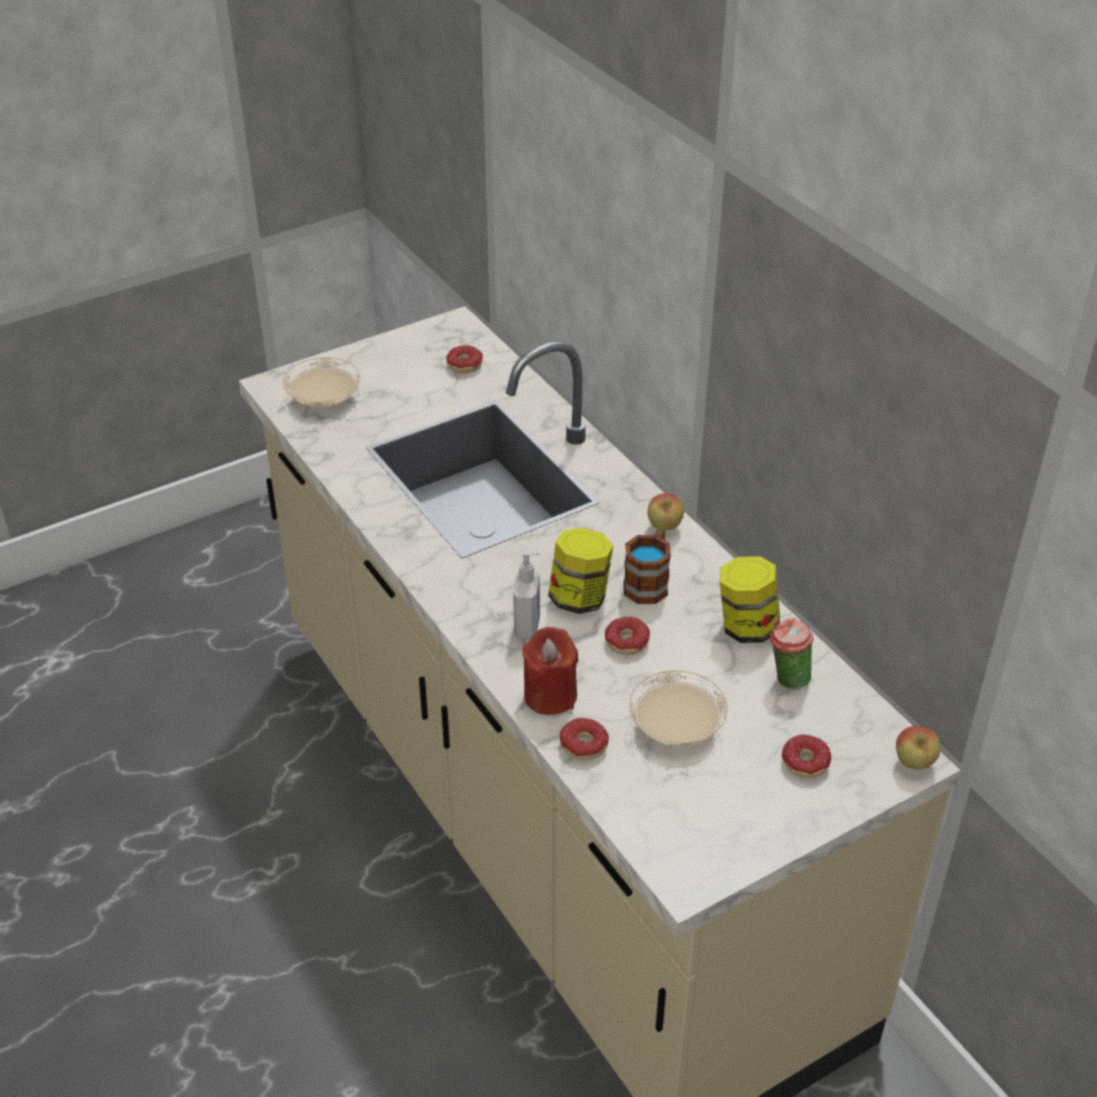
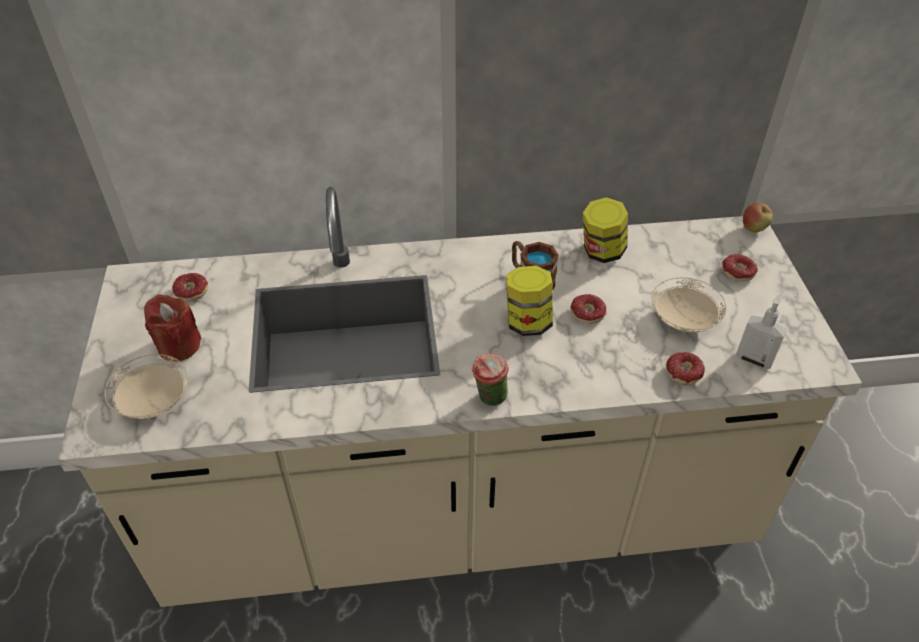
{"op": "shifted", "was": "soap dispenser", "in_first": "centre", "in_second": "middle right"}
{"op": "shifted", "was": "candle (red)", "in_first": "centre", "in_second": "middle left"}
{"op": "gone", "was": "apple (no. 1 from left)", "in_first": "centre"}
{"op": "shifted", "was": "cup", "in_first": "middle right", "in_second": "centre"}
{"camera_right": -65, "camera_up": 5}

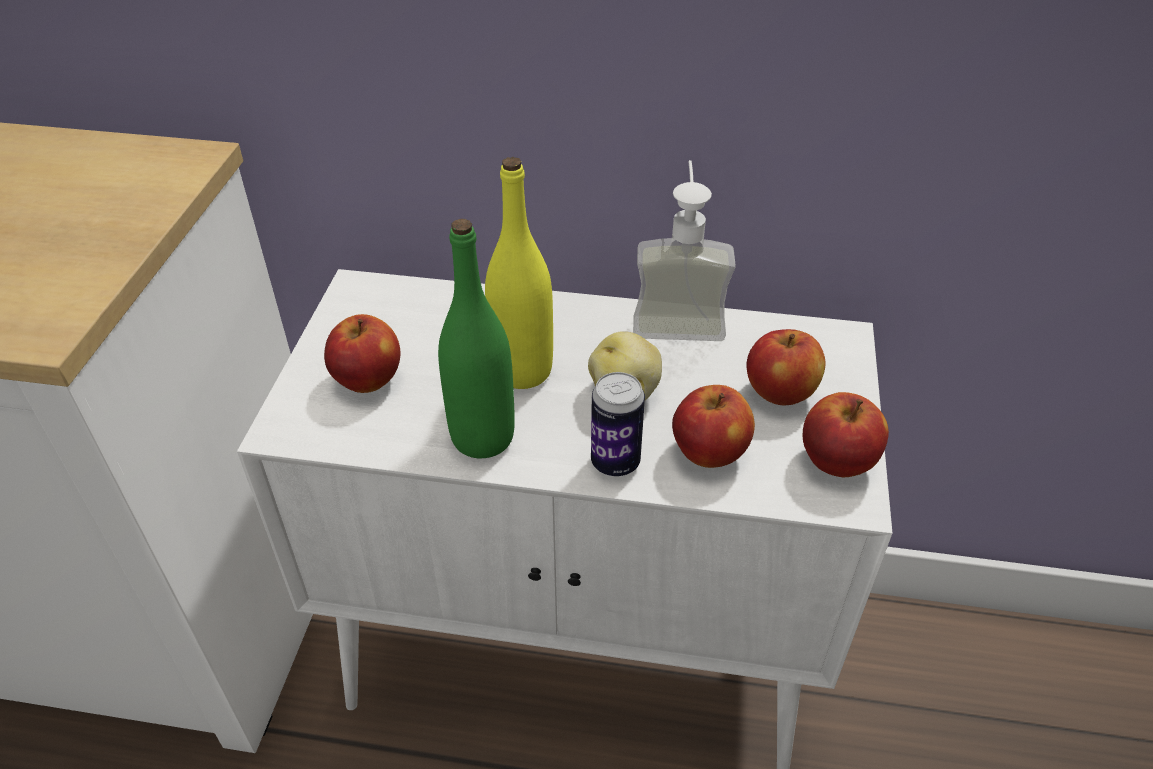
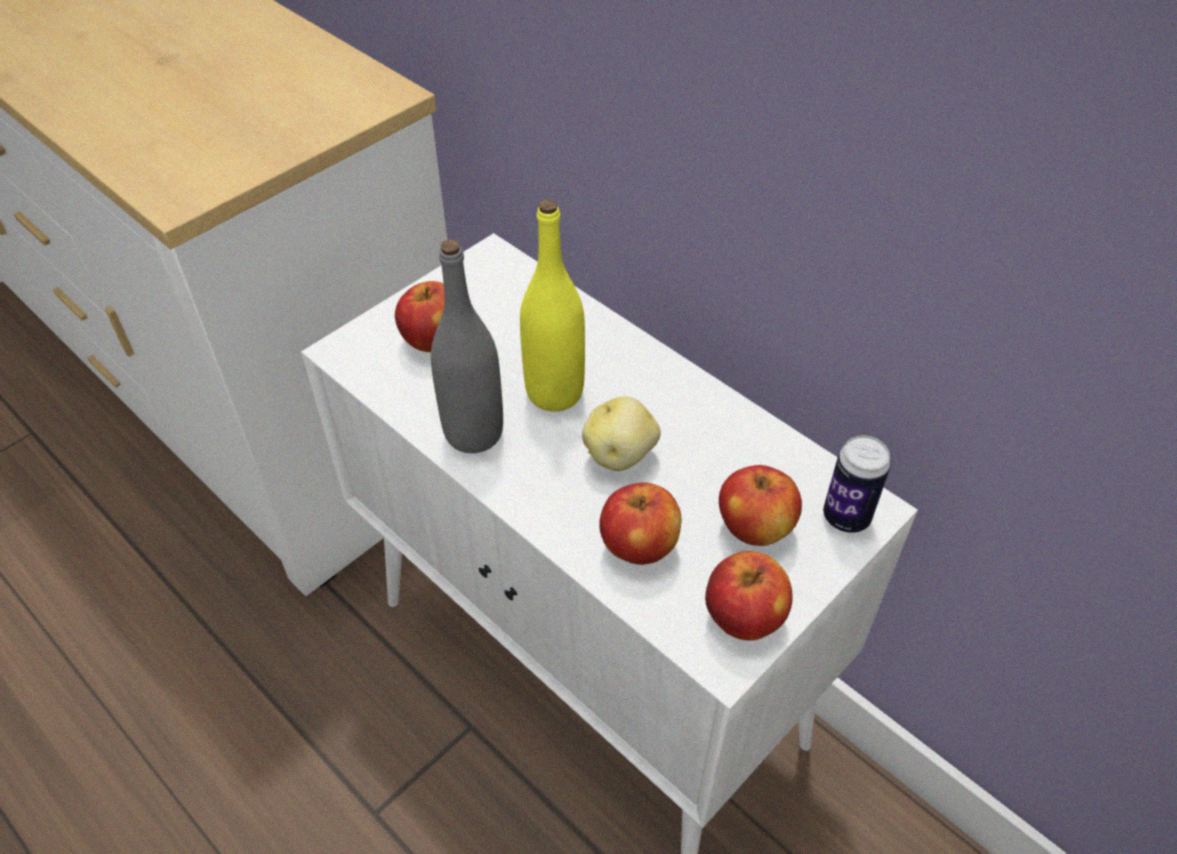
{"op": "repainted", "was": "bottle (green)", "now": "bottle (grey)", "in_first": "centre", "in_second": "centre"}
{"op": "shifted", "was": "can", "in_first": "centre", "in_second": "middle right"}
{"op": "gone", "was": "soap dispenser", "in_first": "top centre"}
{"camera_right": 35, "camera_up": 5}

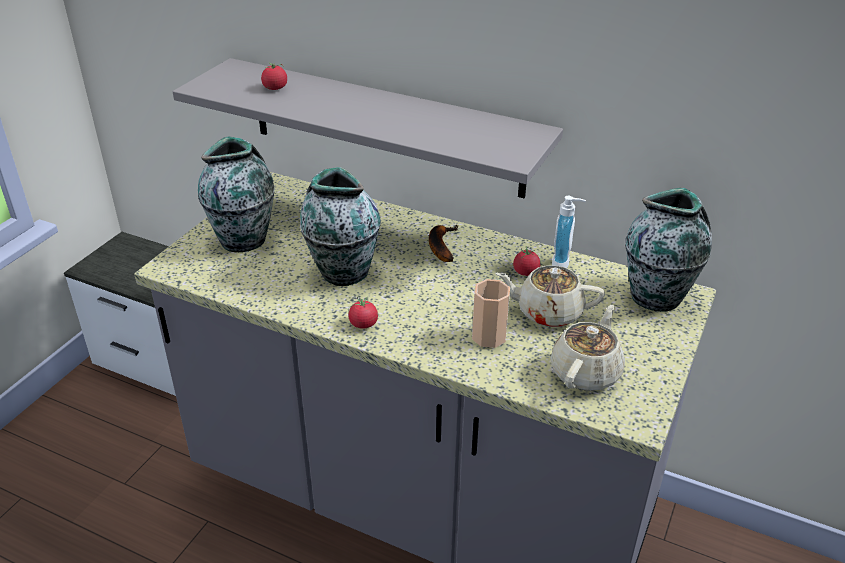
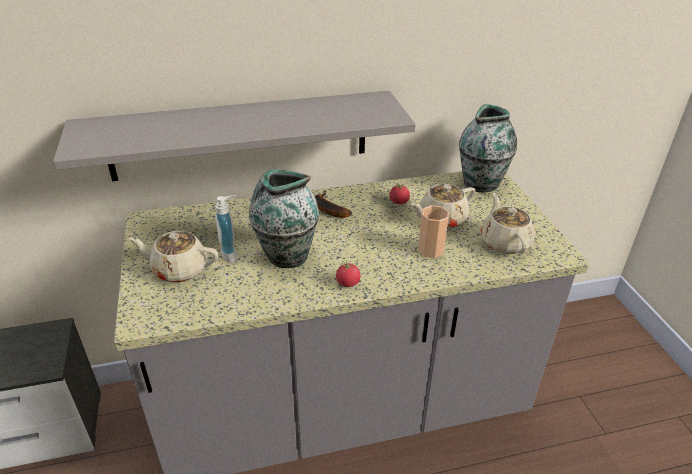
{"op": "swapped", "was": "vase (no. 1 from left)", "now": "teapot (beige) (no. 1 from left)", "in_first": "middle left", "in_second": "middle left"}
{"op": "gone", "was": "tomato (no. 1 from left)", "in_first": "top left"}
{"op": "shifted", "was": "soap dispenser", "in_first": "middle right", "in_second": "middle left"}
{"camera_right": -40, "camera_up": 0}

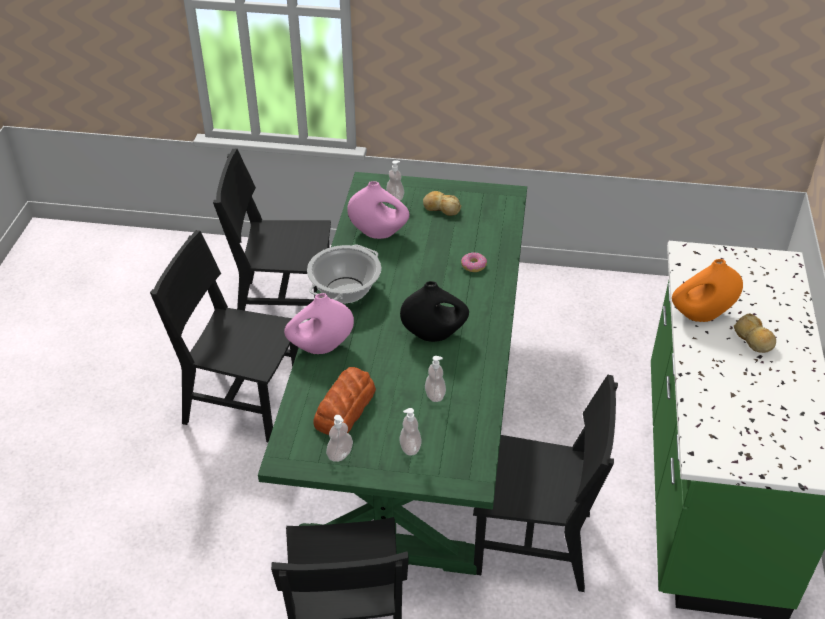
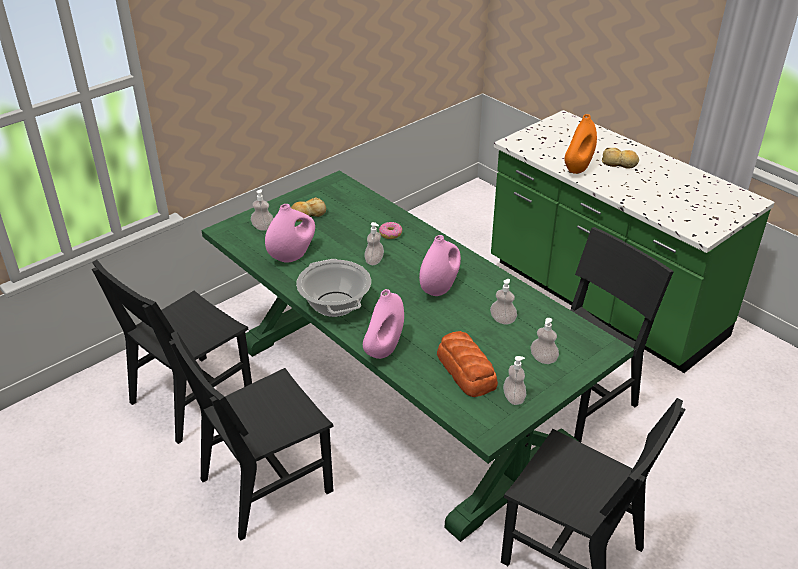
{"op": "repainted", "was": "vase (black)", "now": "vase (pink) (no. 3 from left)", "in_first": "centre", "in_second": "centre"}
{"op": "new", "now": "soap dispenser (no. 2 from left)", "in_second": "centre"}
{"camera_right": -50, "camera_up": -5}

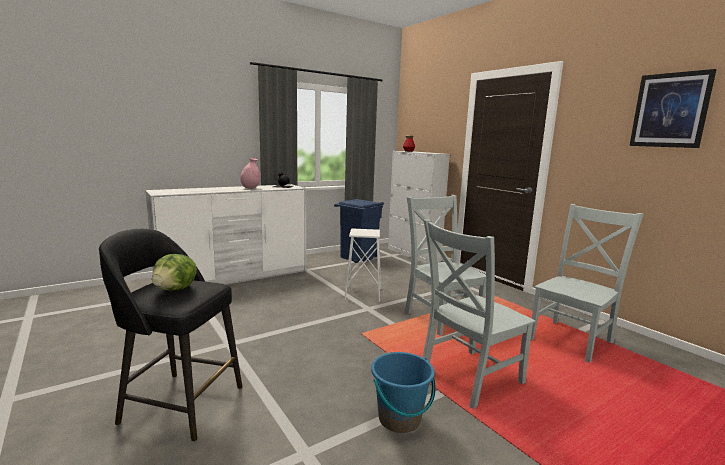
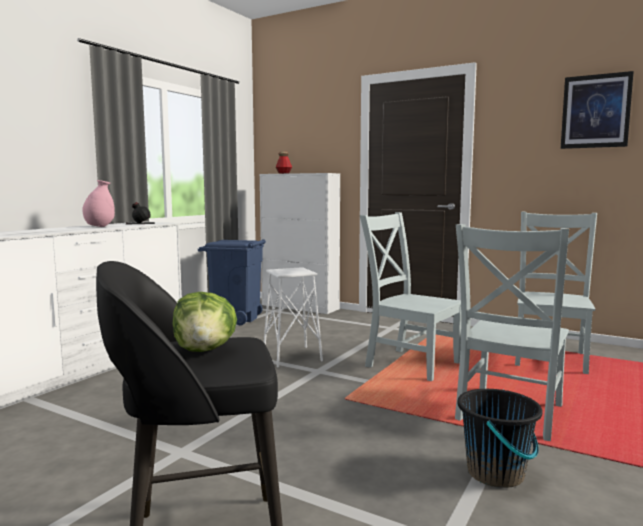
{"op": "repainted", "was": "bucket (blue)", "now": "bucket (black)", "in_first": "bottom centre", "in_second": "bottom right"}
{"camera_right": -25, "camera_up": -5}

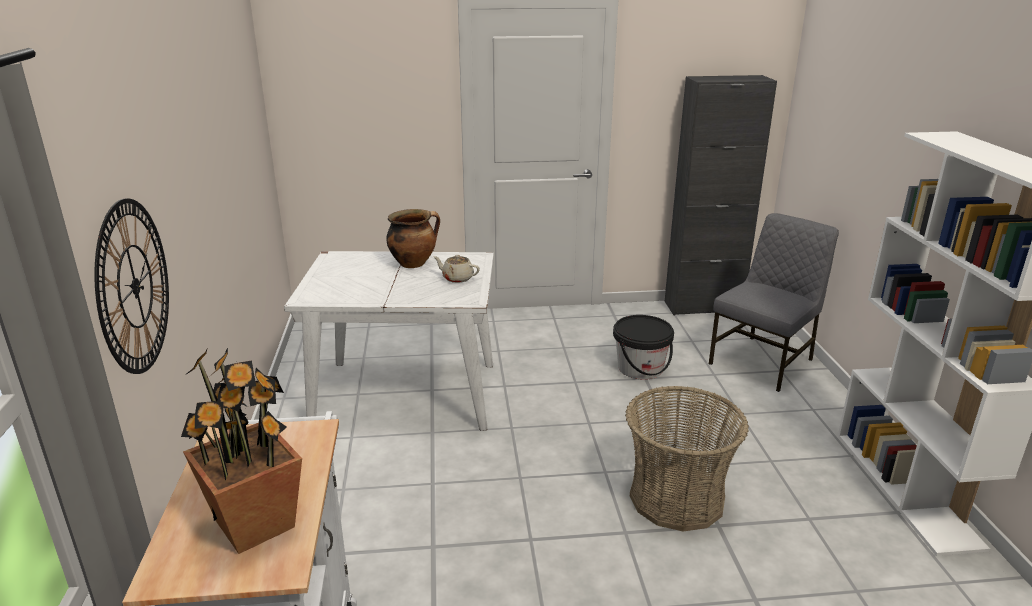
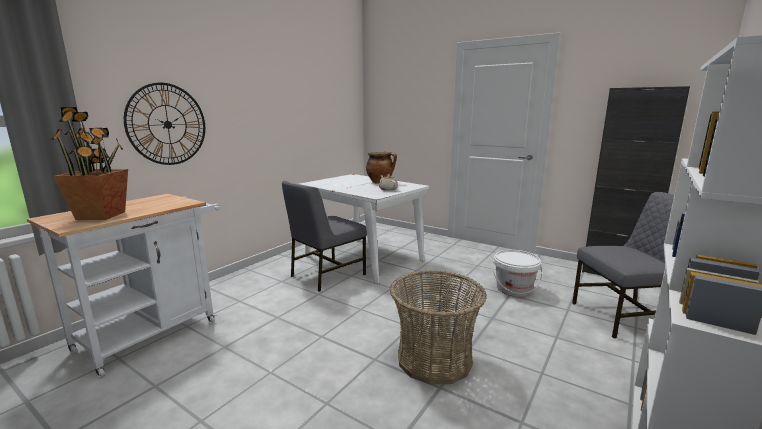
{"op": "repainted", "was": "bucket (black)", "now": "bucket (white)", "in_first": "centre", "in_second": "middle right"}
{"op": "new", "now": "chair (grey) (no. 1 from left)", "in_second": "centre"}
{"camera_right": 40, "camera_up": -10}

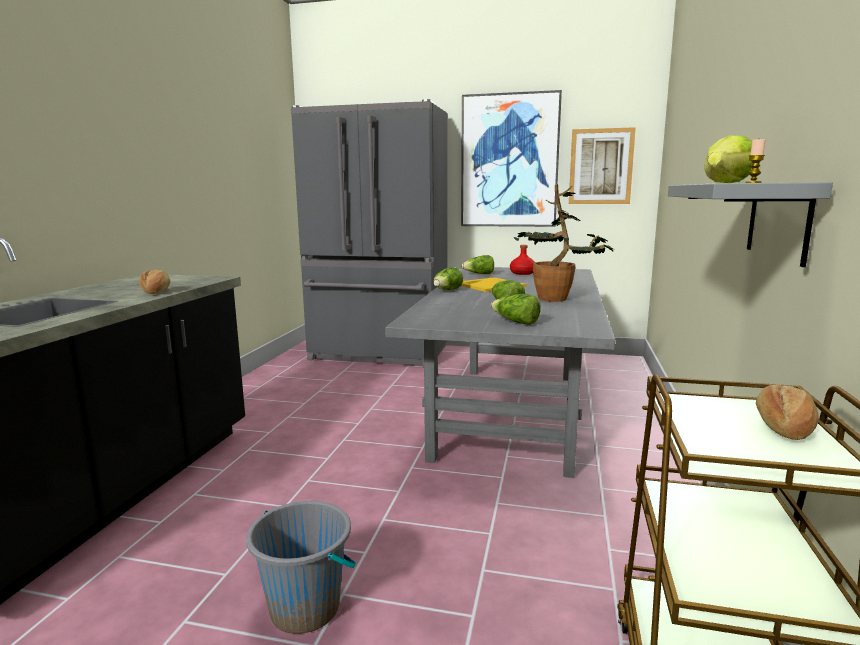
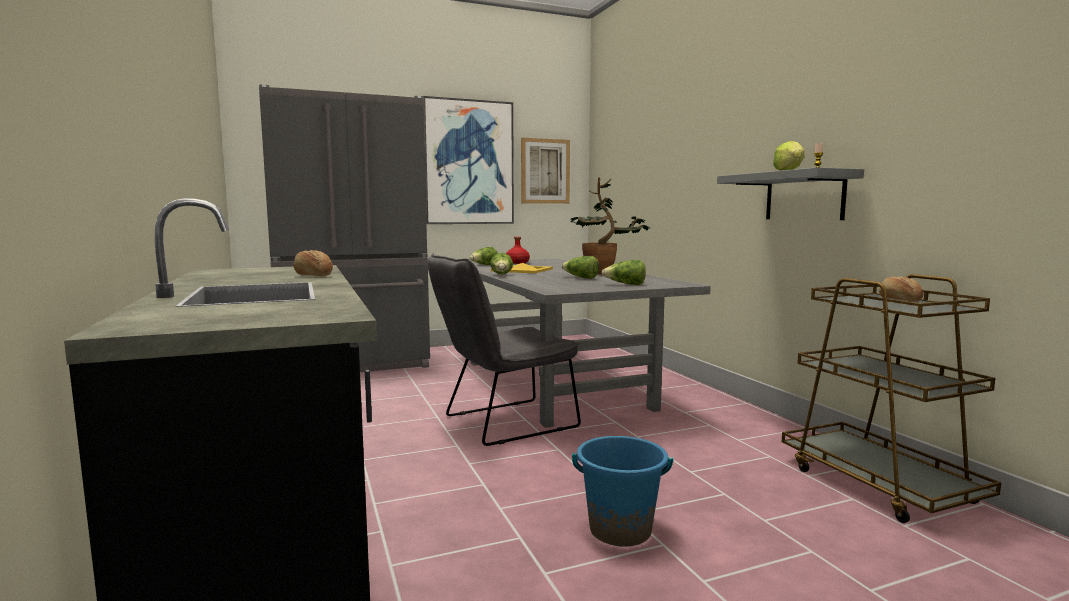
{"op": "repainted", "was": "bucket (grey)", "now": "bucket (blue)", "in_first": "bottom centre", "in_second": "bottom centre"}
{"op": "new", "now": "chair (grey)", "in_second": "centre"}
{"camera_right": -35, "camera_up": -5}

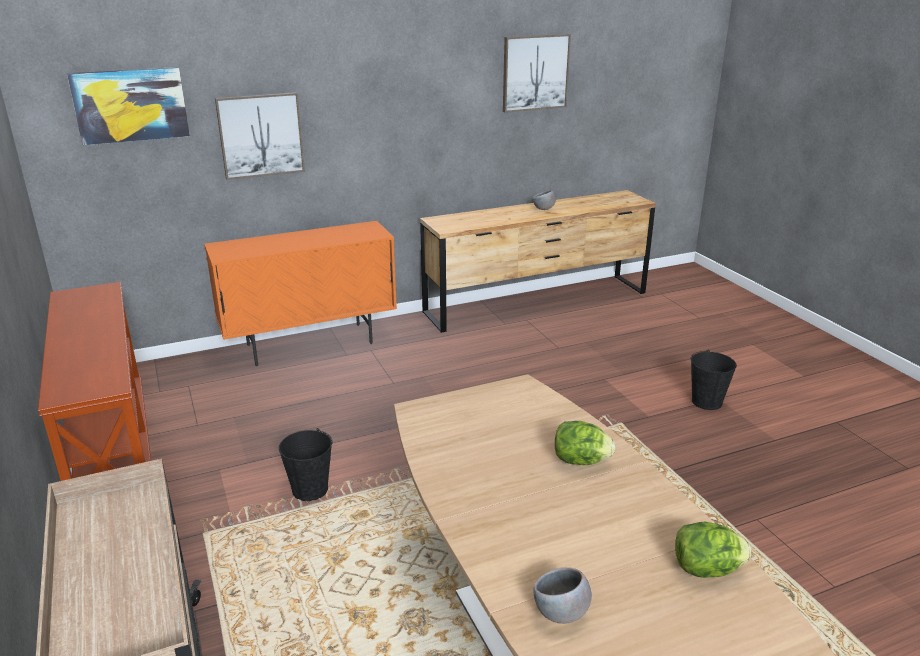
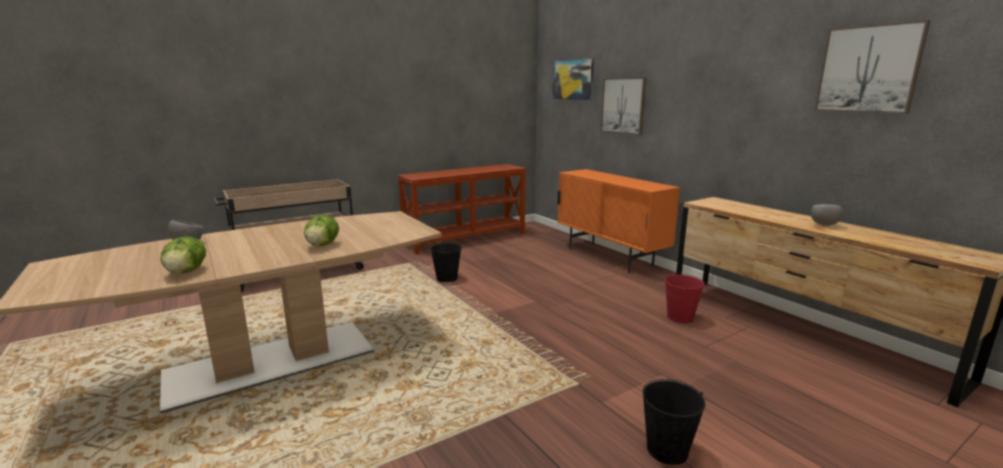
{"op": "new", "now": "bucket (red)", "in_second": "middle right"}
{"camera_right": 80, "camera_up": -10}

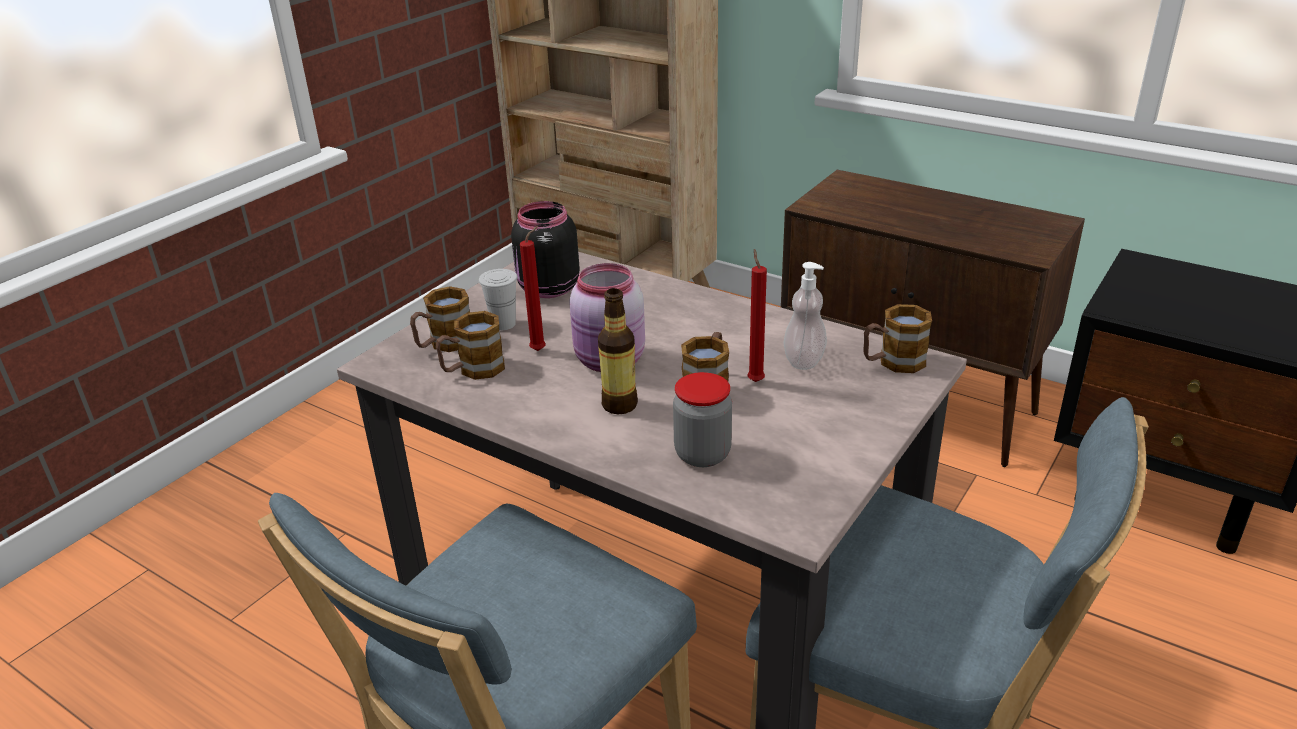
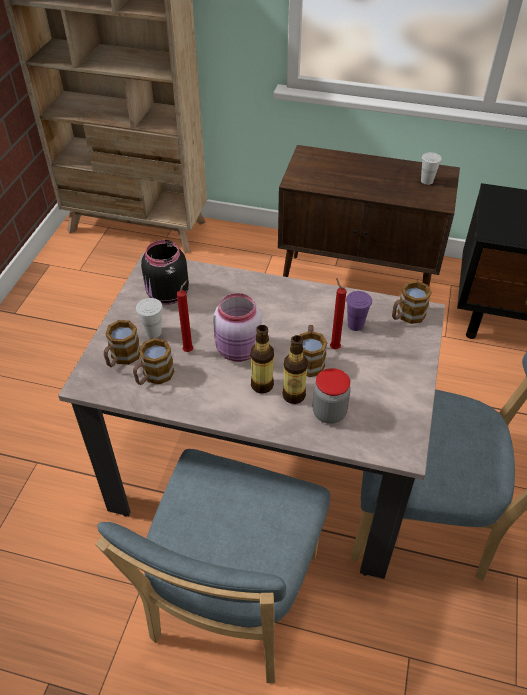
{"op": "swapped", "was": "soap dispenser", "now": "cup (purple)", "in_first": "centre", "in_second": "middle right"}
{"op": "new", "now": "bottle (no. 2 from left)", "in_second": "centre"}
{"op": "new", "now": "cup (white) (no. 2 from left)", "in_second": "top right"}
{"camera_right": -20, "camera_up": 15}

